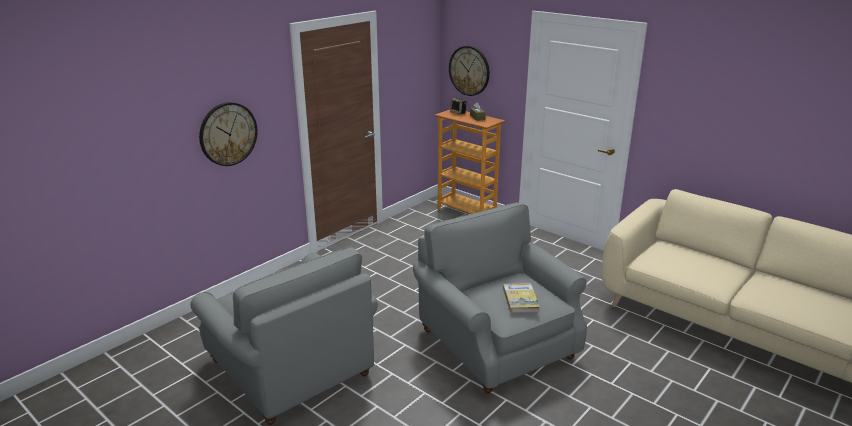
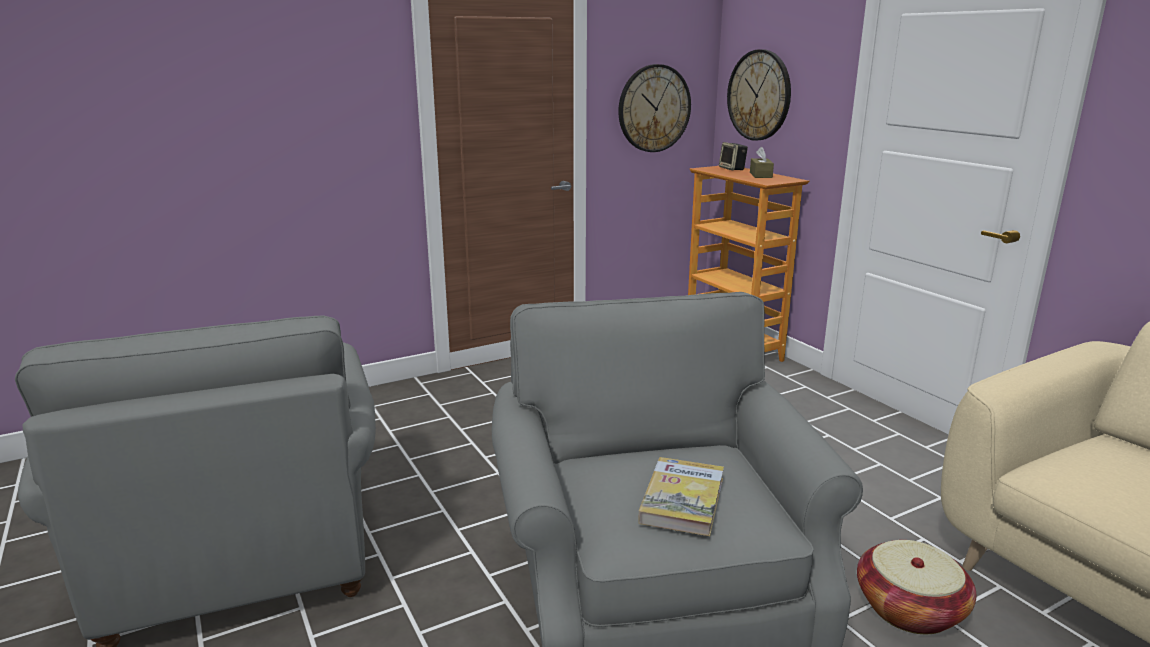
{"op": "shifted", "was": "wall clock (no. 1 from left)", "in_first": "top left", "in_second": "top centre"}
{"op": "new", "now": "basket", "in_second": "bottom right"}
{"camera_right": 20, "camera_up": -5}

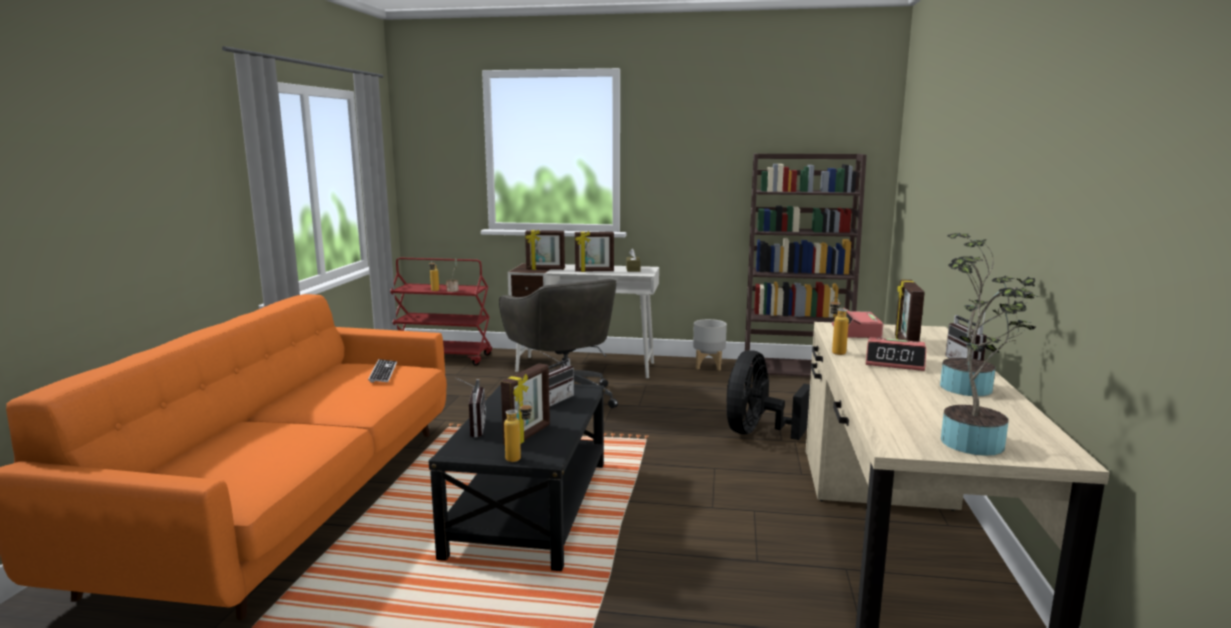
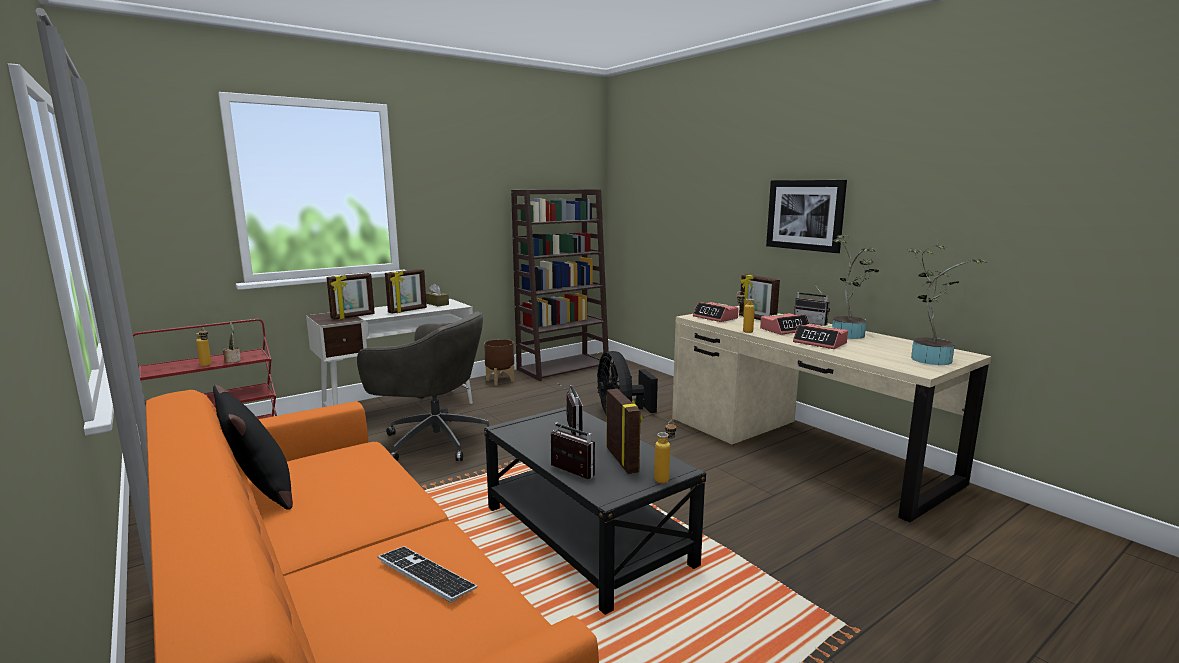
{"op": "shifted", "was": "keyboard", "in_first": "middle left", "in_second": "bottom centre"}
{"op": "repainted", "was": "planter (grey)", "now": "planter (brown)", "in_first": "centre", "in_second": "centre"}
{"op": "new", "now": "pillow (black)", "in_second": "bottom left"}
{"op": "new", "now": "picture", "in_second": "top right"}
{"op": "new", "now": "alarm clock (no. 3 from left)", "in_second": "middle right"}
{"camera_right": -45, "camera_up": 0}

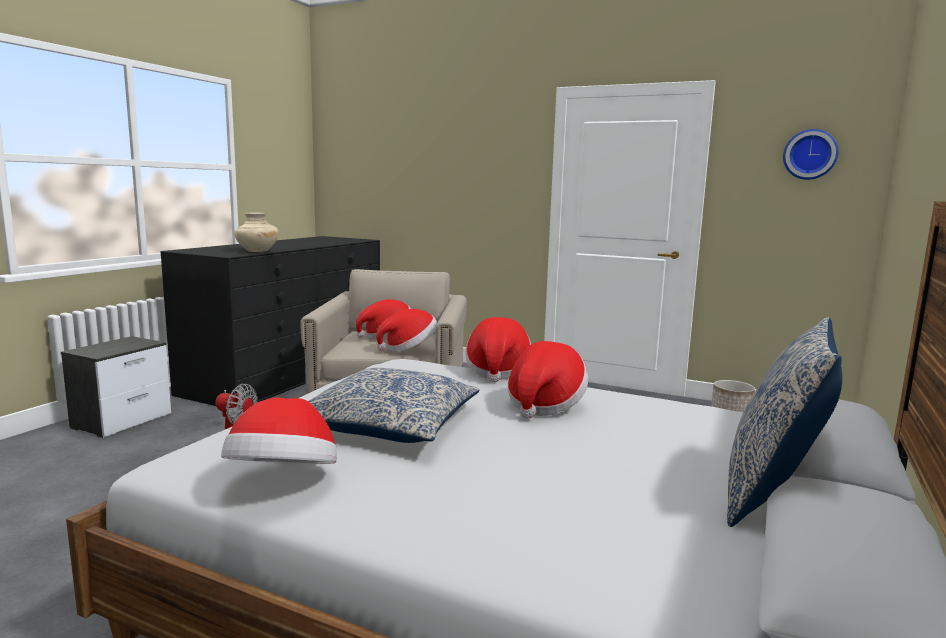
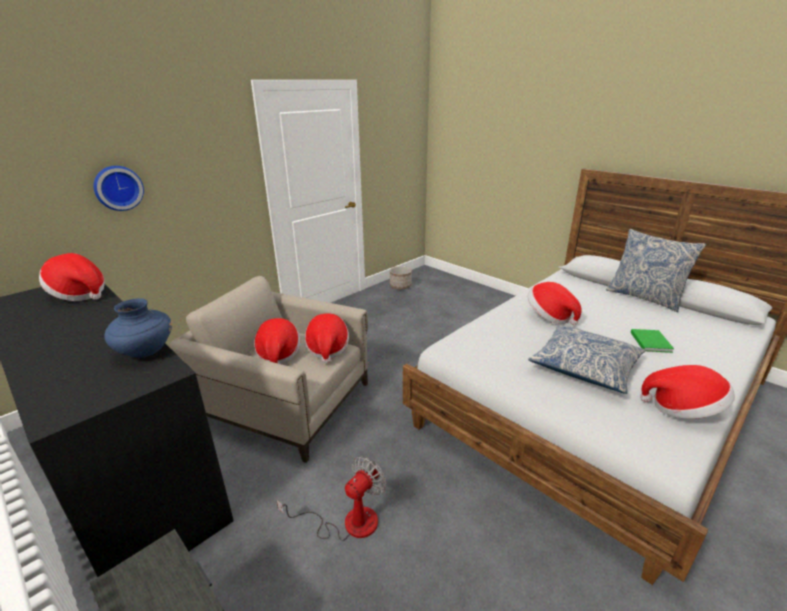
{"op": "repainted", "was": "vase (beige)", "now": "vase (blue)", "in_first": "middle left", "in_second": "middle left"}
{"op": "shifted", "was": "hat (no. 4 from left in the first image)", "now": "hat (no. 1 from left)", "in_first": "centre", "in_second": "middle left"}
{"op": "shifted", "was": "wall clock", "in_first": "top right", "in_second": "top left"}
{"op": "new", "now": "book (green)", "in_second": "middle right"}
{"camera_right": -70, "camera_up": 15}

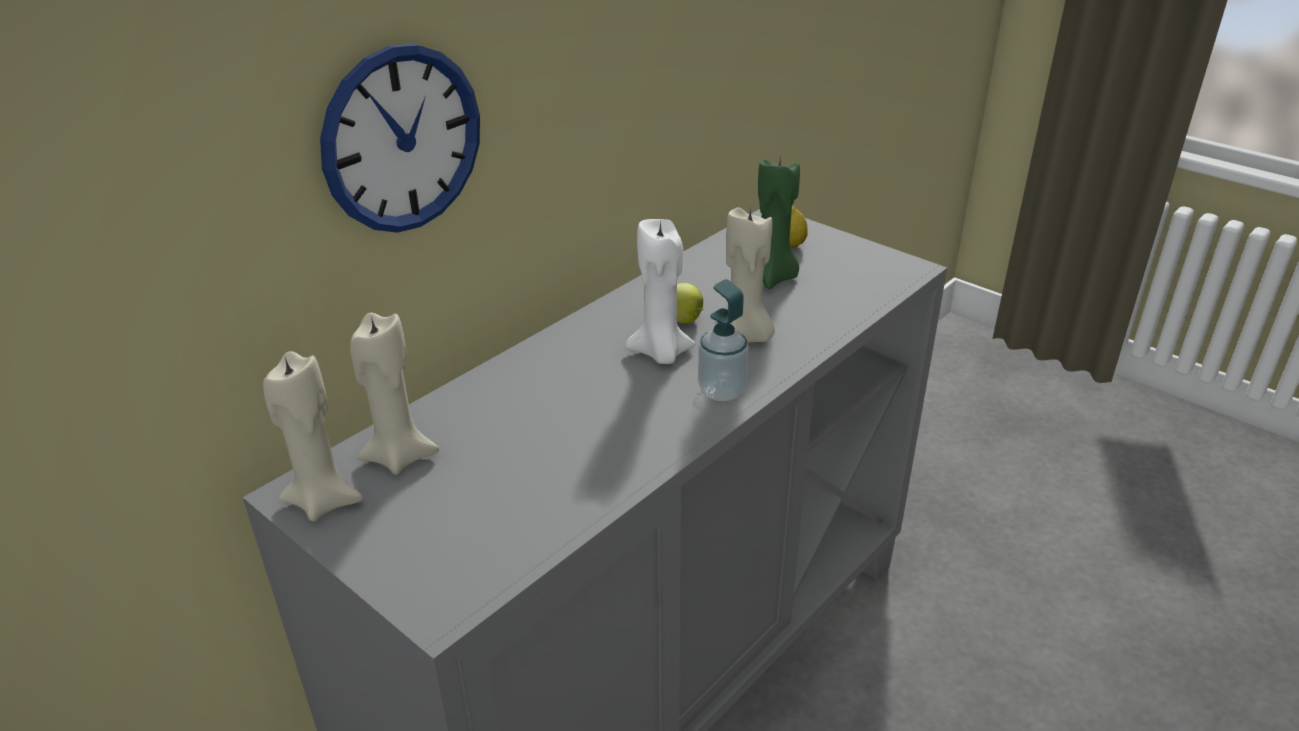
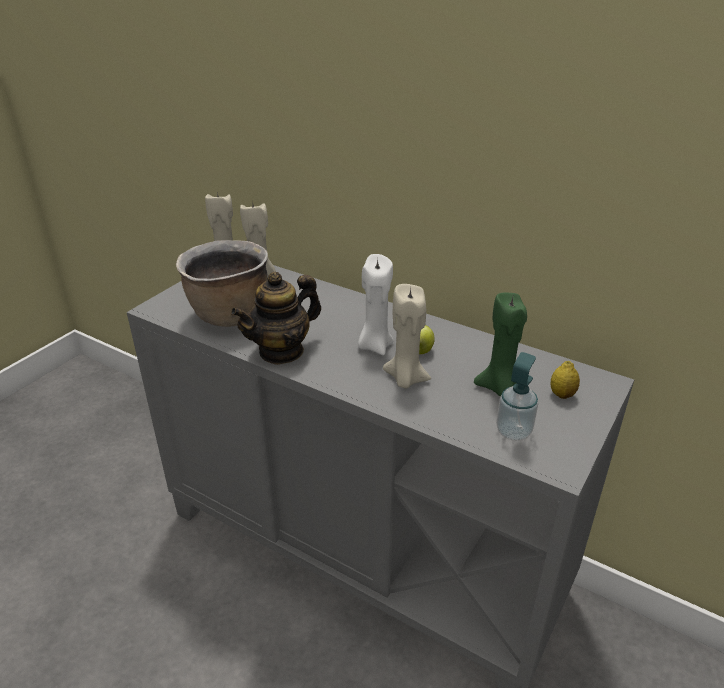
{"op": "gone", "was": "wall clock", "in_first": "top left"}
{"op": "shifted", "was": "soap dispenser", "in_first": "centre", "in_second": "middle right"}
{"op": "new", "now": "cooking pot (brown)", "in_second": "middle left"}
{"op": "new", "now": "teapot", "in_second": "centre"}
{"camera_right": 80, "camera_up": 0}

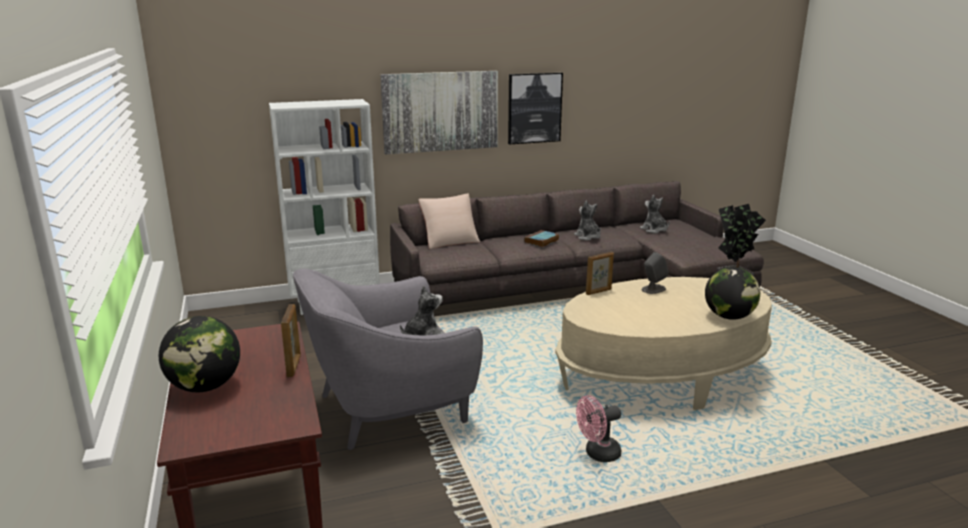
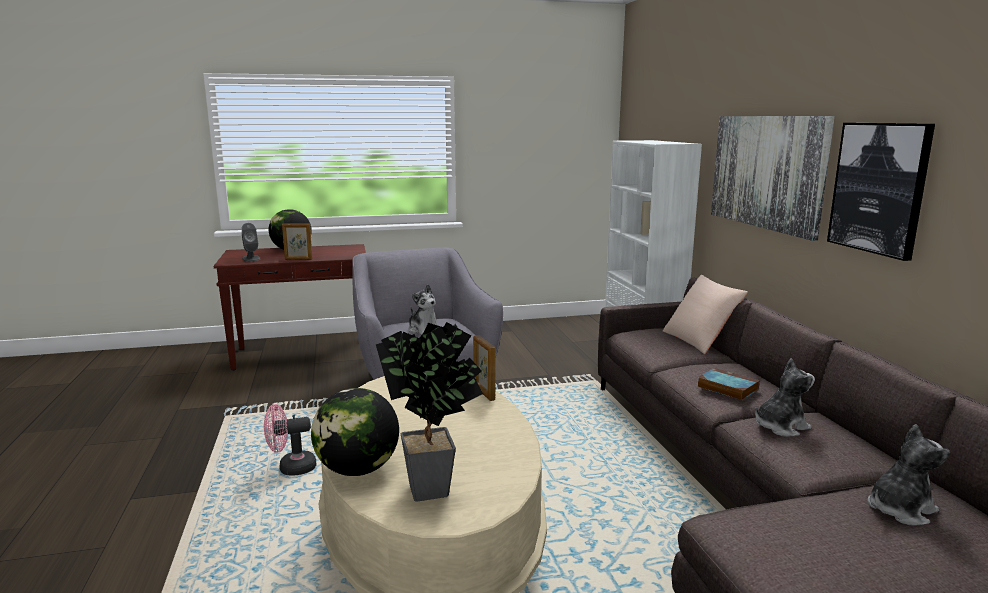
{"op": "rotated", "was": "fan (pink)", "in_first": "bottom centre", "in_second": "bottom left", "clockwise": -90}
{"op": "shifted", "was": "speaker (grey)", "in_first": "middle right", "in_second": "middle left"}
{"camera_right": 95, "camera_up": -5}

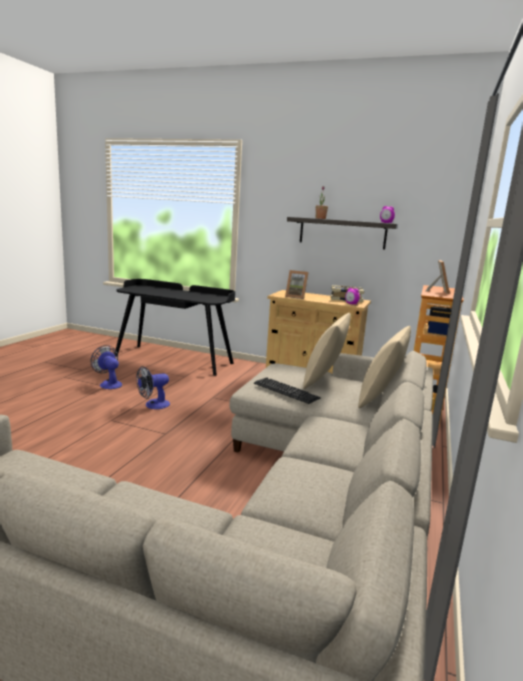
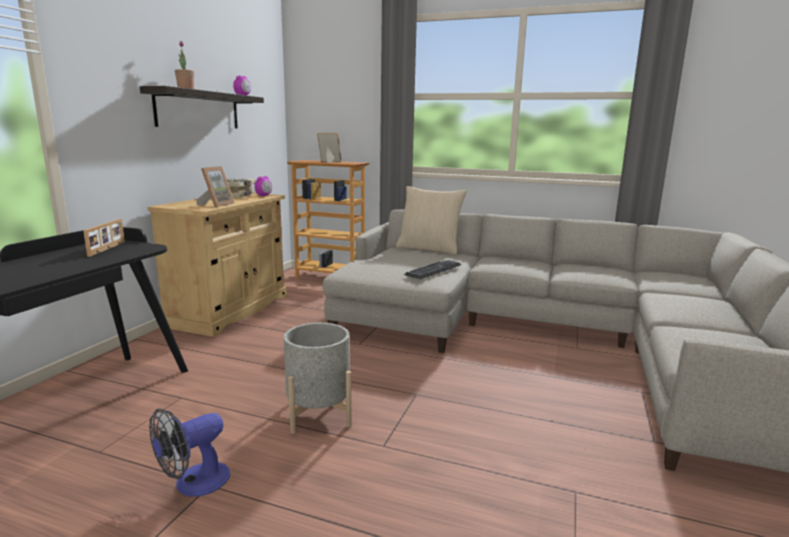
{"op": "swapped", "was": "fan (no. 2 from left)", "now": "planter (grey)", "in_first": "middle left", "in_second": "bottom centre"}
{"op": "gone", "was": "pillow (beige) (no. 1 from left)", "in_first": "centre"}
{"op": "new", "now": "picture frame (no. 1 from left)", "in_second": "middle left"}
{"camera_right": -90, "camera_up": 0}

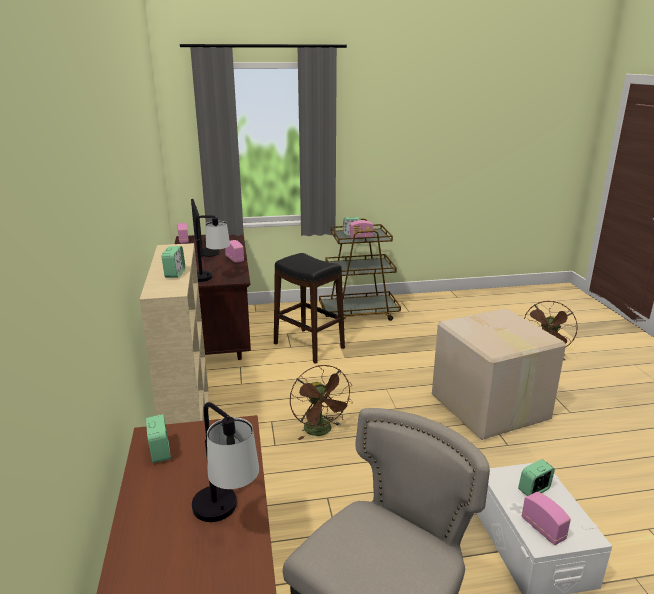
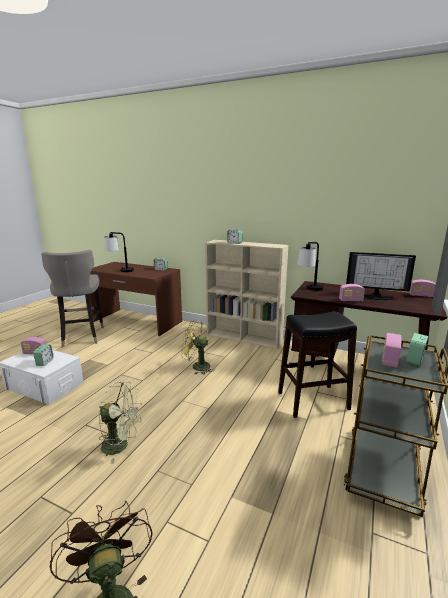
{"op": "repainted", "was": "fan (brown) (no. 1 from left)", "now": "fan (yellow)", "in_first": "bottom centre", "in_second": "centre"}
{"op": "swapped", "was": "cardboard box", "now": "fan (green)", "in_first": "middle right", "in_second": "bottom left"}
{"camera_right": 125, "camera_up": -5}

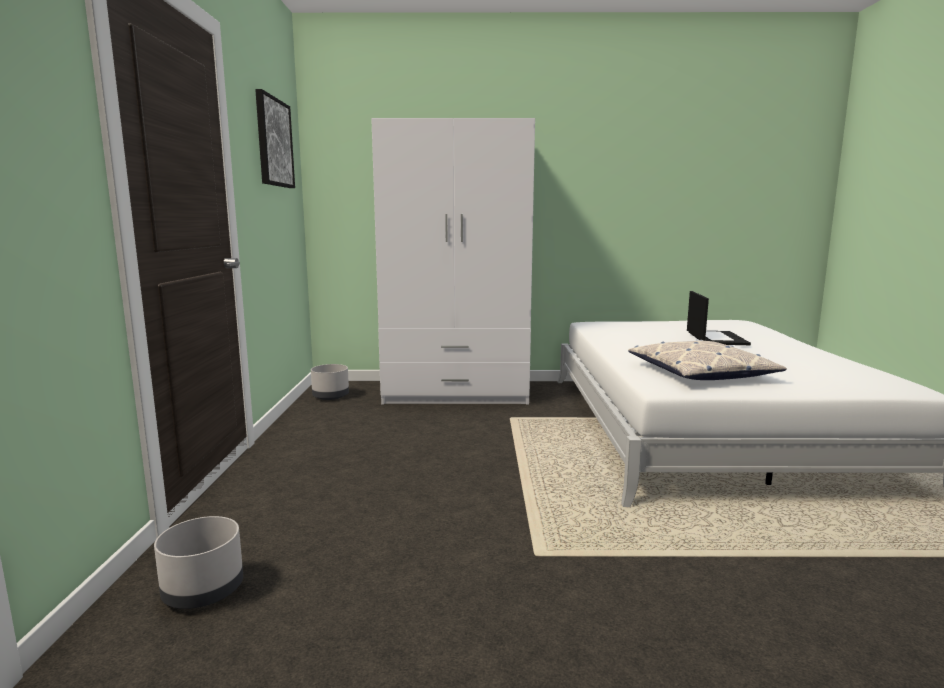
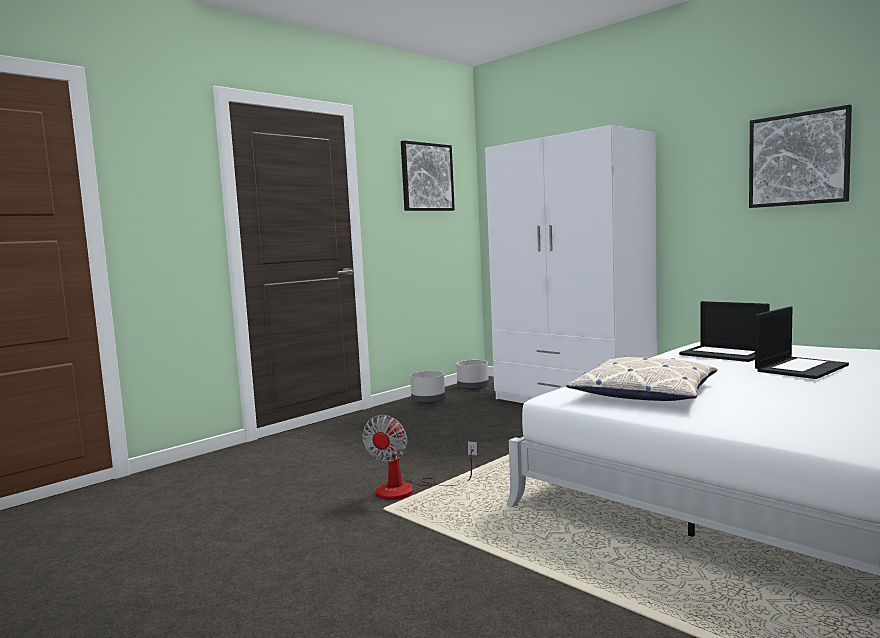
{"op": "shifted", "was": "planter (grey) (no. 1 from left)", "in_first": "bottom left", "in_second": "centre"}
{"op": "new", "now": "fan", "in_second": "bottom centre"}
{"op": "new", "now": "laptop (no. 1 from left)", "in_second": "middle right"}
{"op": "new", "now": "picture (no. 2 from left)", "in_second": "top right"}
{"camera_right": 45, "camera_up": -5}

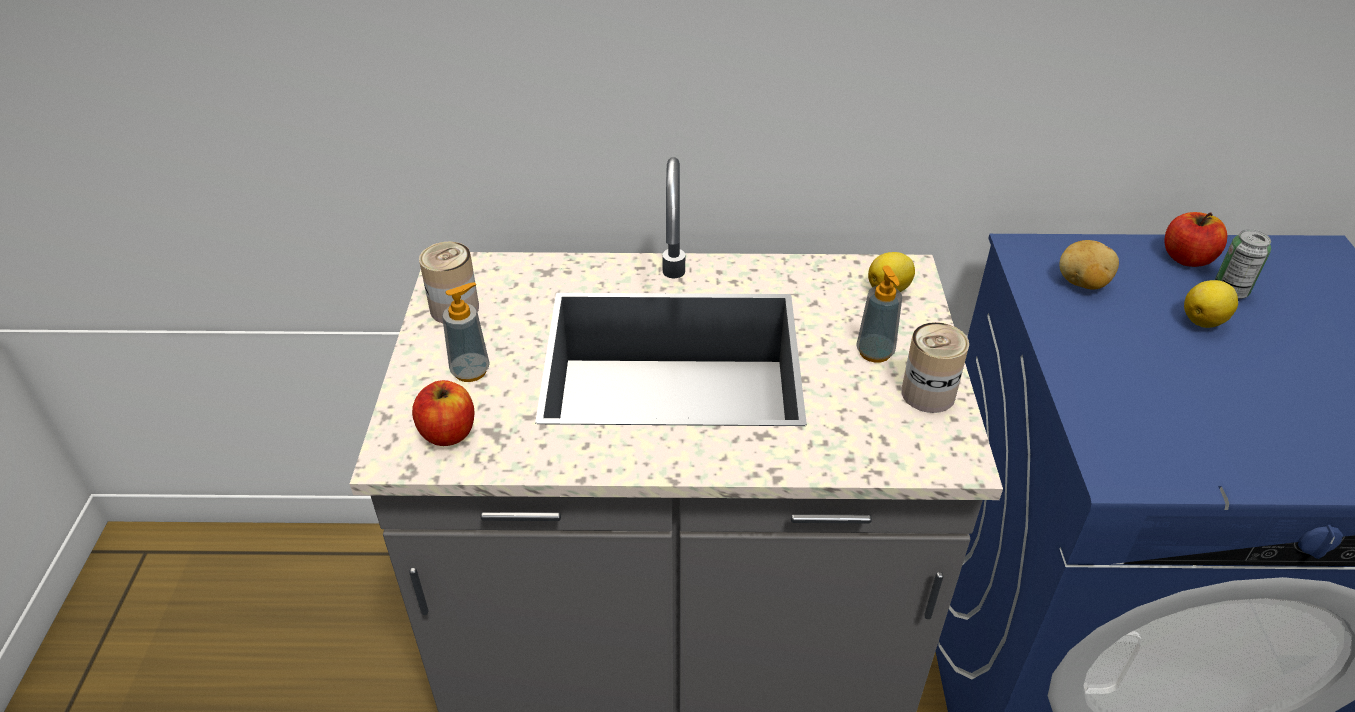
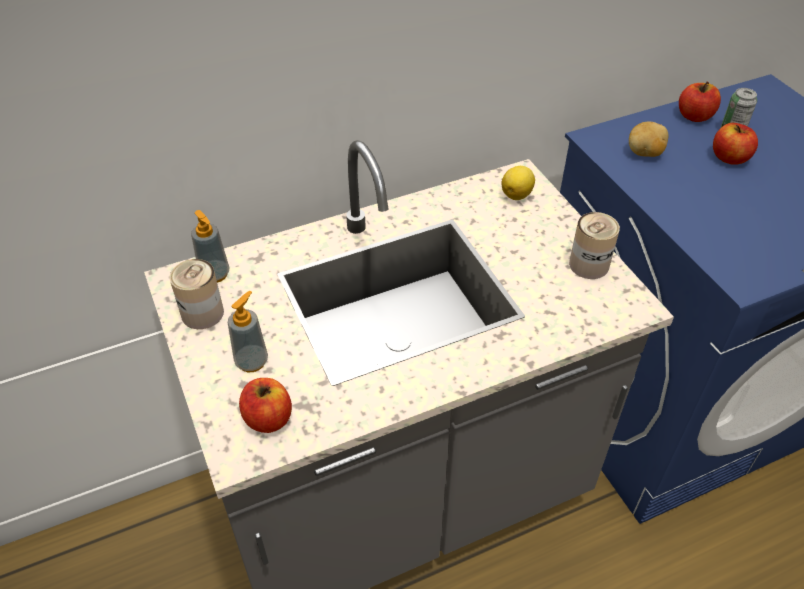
{"op": "shifted", "was": "soap dispenser (no. 2 from left in the first image)", "now": "soap dispenser (no. 1 from left)", "in_first": "centre", "in_second": "middle left"}
{"op": "swapped", "was": "lemon (no. 2 from left)", "now": "apple (no. 3 from left)", "in_first": "middle right", "in_second": "top right"}
{"camera_right": -25, "camera_up": 5}

